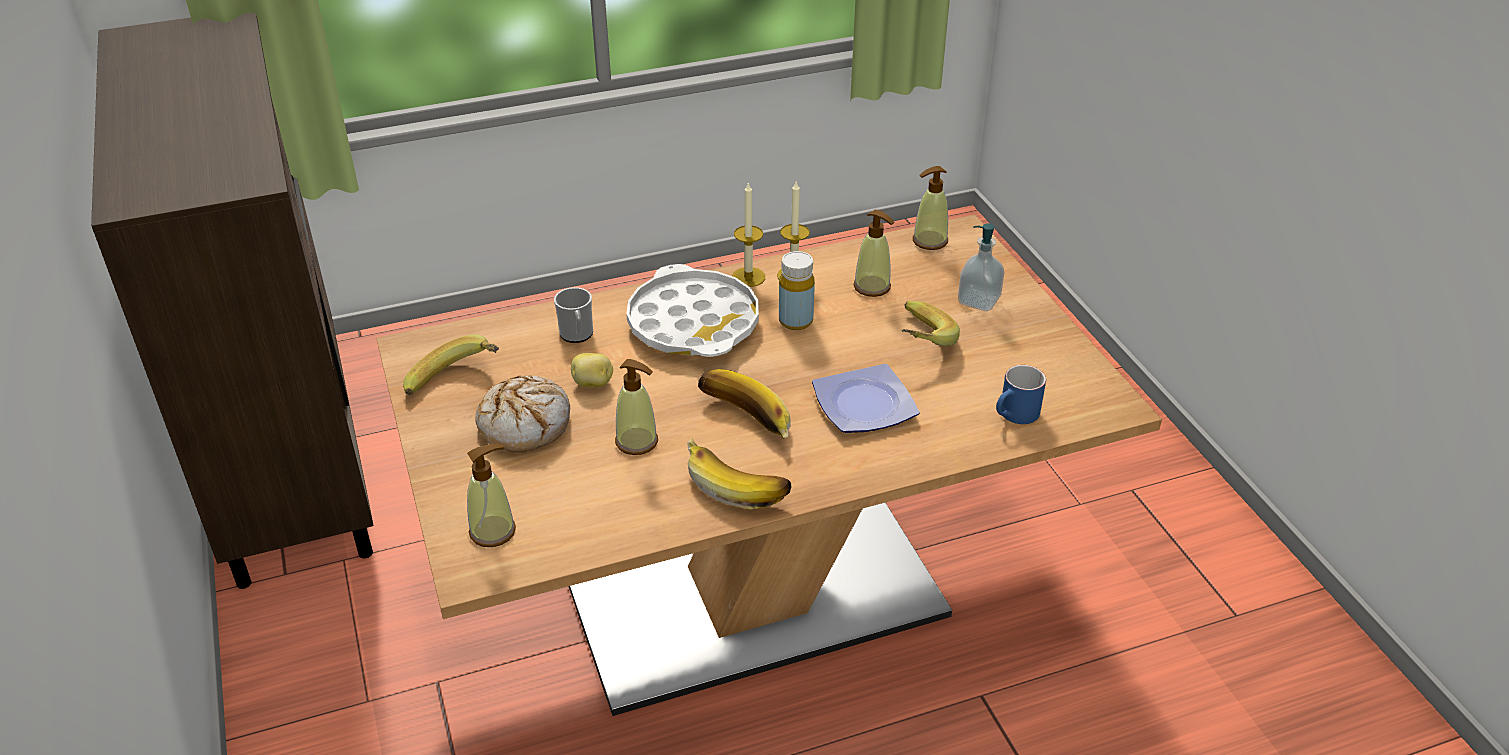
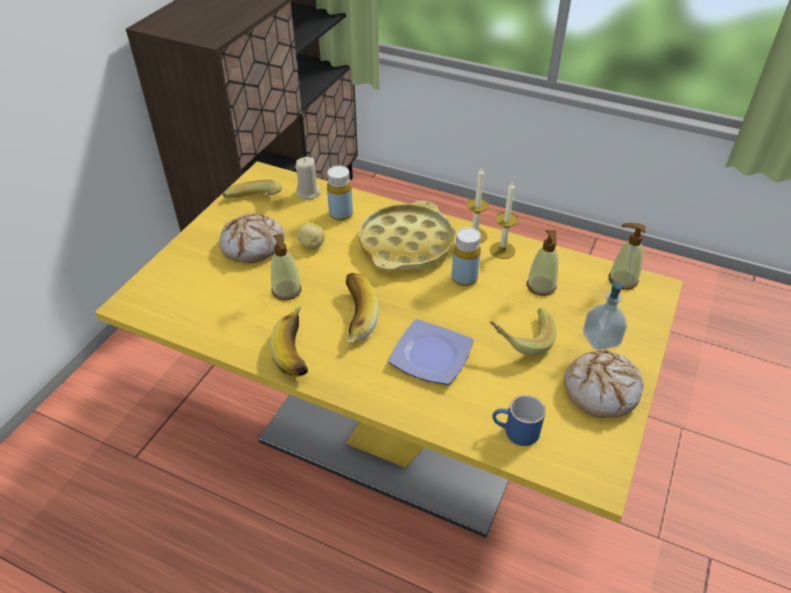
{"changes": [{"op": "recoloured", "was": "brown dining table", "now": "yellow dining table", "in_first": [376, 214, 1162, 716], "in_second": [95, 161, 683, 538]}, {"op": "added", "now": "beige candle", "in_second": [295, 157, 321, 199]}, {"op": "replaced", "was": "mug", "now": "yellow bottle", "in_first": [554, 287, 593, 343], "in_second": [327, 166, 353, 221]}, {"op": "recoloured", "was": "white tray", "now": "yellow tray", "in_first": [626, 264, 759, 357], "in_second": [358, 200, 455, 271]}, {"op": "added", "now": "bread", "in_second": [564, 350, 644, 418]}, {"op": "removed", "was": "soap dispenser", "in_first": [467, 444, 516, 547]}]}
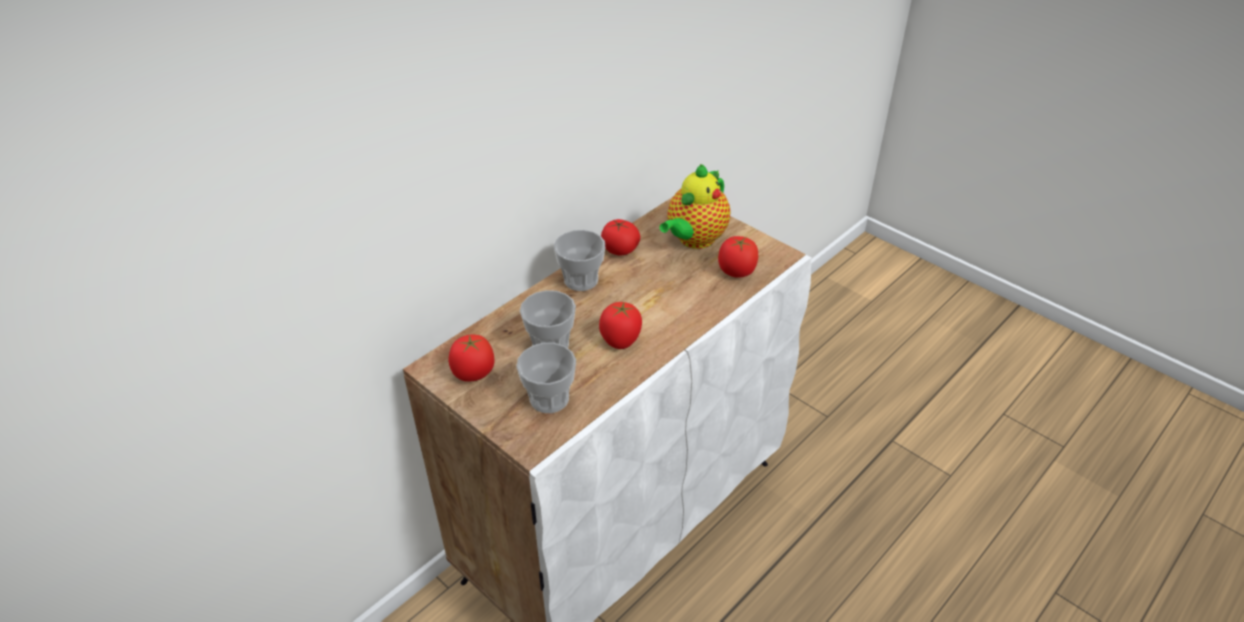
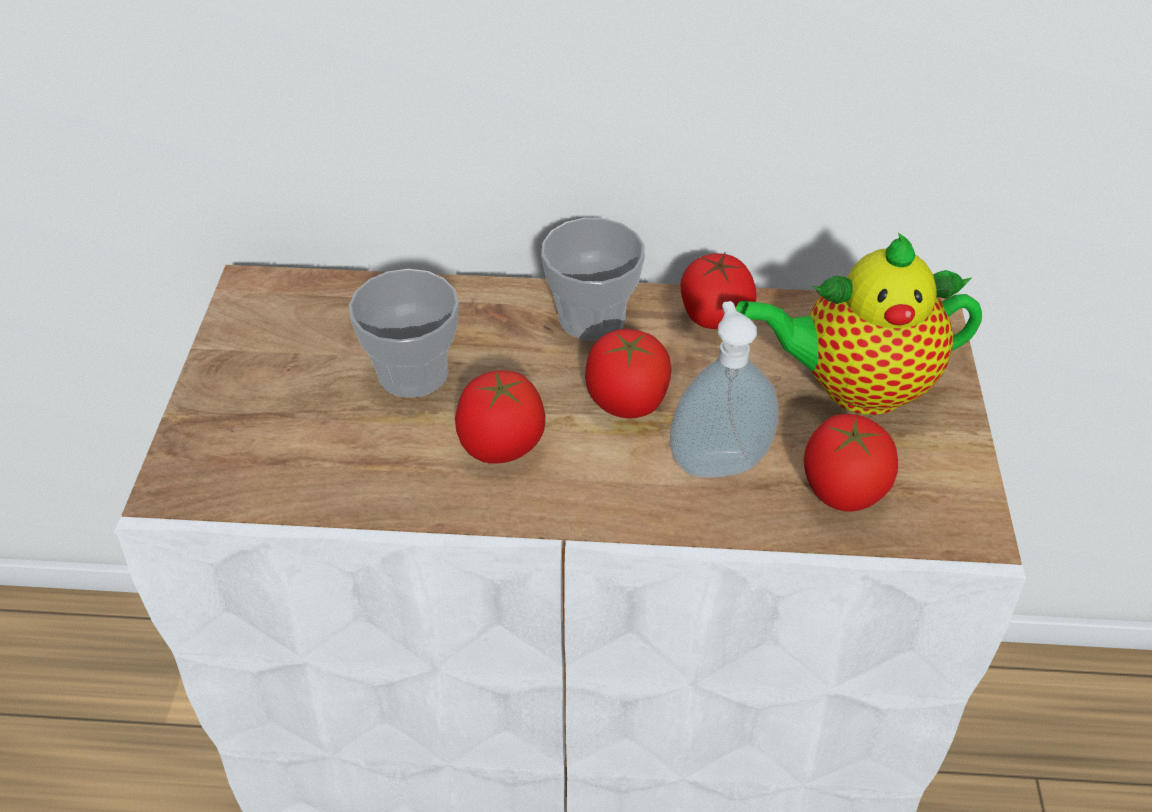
{"changes": [{"op": "moved", "was": "tomato", "in_first": [448, 335, 494, 382], "in_second": [585, 329, 672, 419]}, {"op": "added", "now": "soap dispenser", "in_second": [670, 301, 779, 478]}, {"op": "removed", "was": "cup", "in_first": [517, 343, 576, 413]}]}
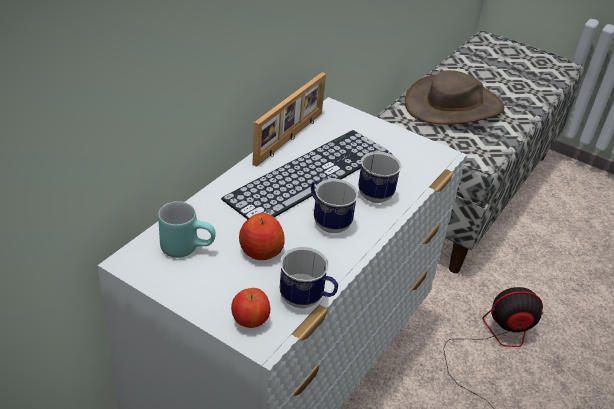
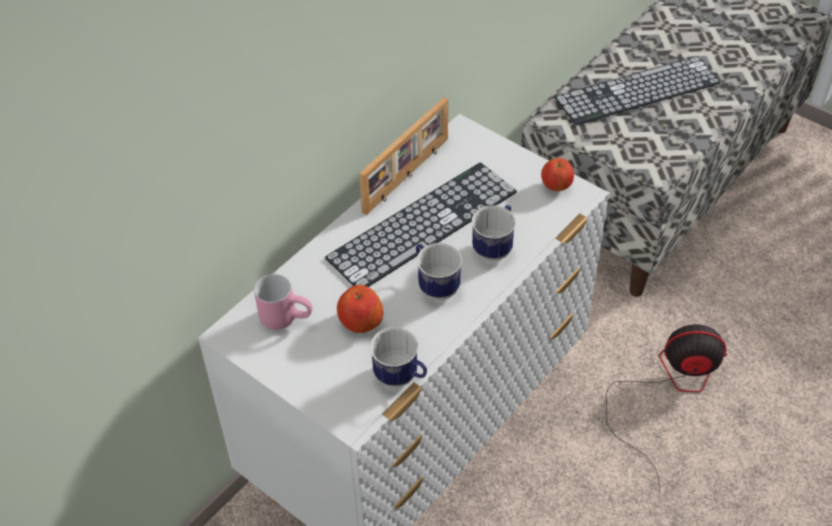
{"changes": [{"op": "recoloured", "was": "turquoise mug", "now": "pink mug", "in_first": [158, 201, 216, 258], "in_second": [254, 274, 312, 330]}, {"op": "moved", "was": "apple", "in_first": [231, 288, 270, 328], "in_second": [541, 158, 574, 191]}, {"op": "replaced", "was": "brown hat", "now": "keyboard", "in_first": [405, 70, 504, 125], "in_second": [555, 56, 720, 125]}]}
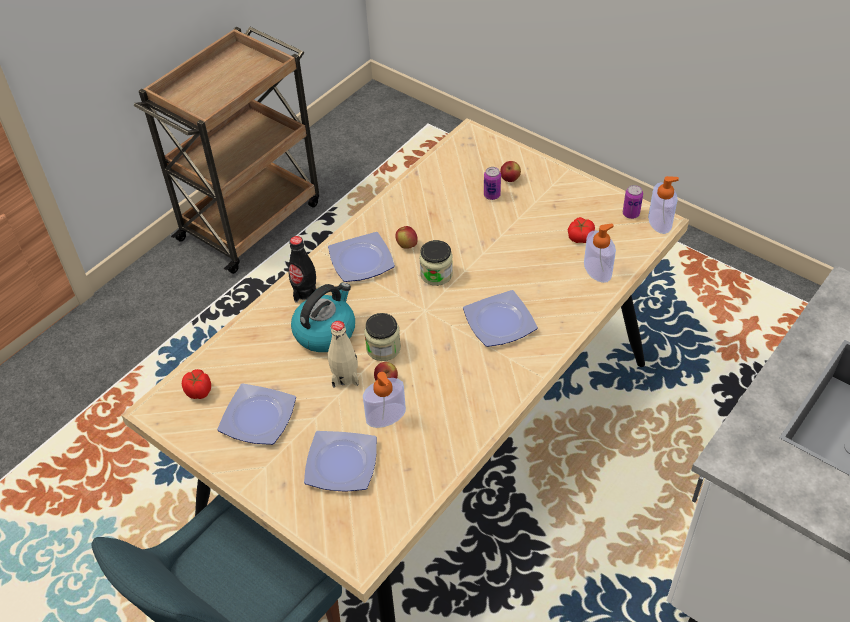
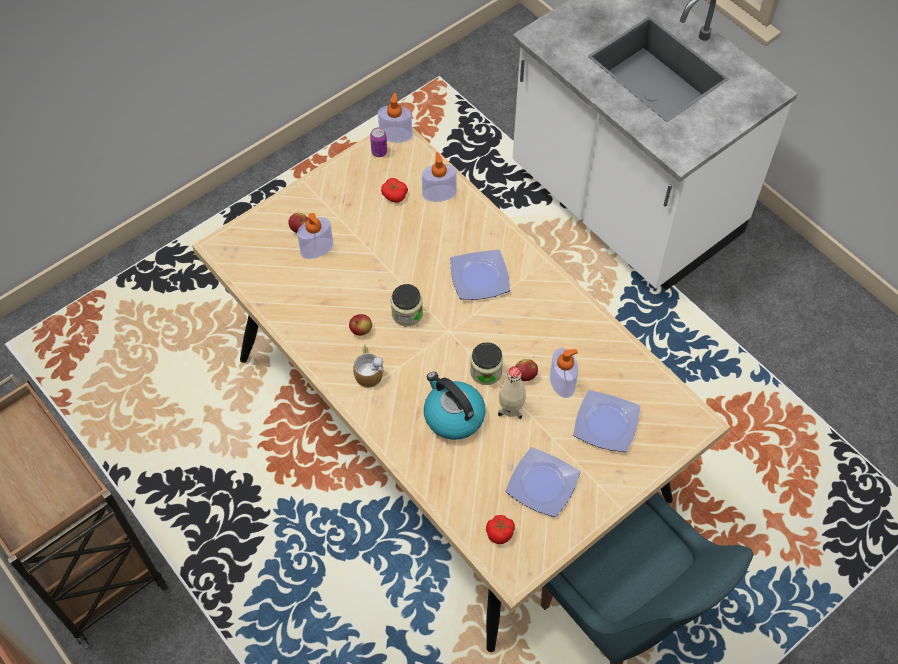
{"changes": [{"op": "replaced", "was": "can", "now": "soap dispenser", "in_first": [484, 167, 501, 200], "in_second": [297, 213, 333, 259]}, {"op": "replaced", "was": "plate", "now": "mug", "in_first": [328, 232, 395, 282], "in_second": [353, 345, 384, 388]}, {"op": "removed", "was": "black bottle", "in_first": [288, 236, 316, 302]}]}
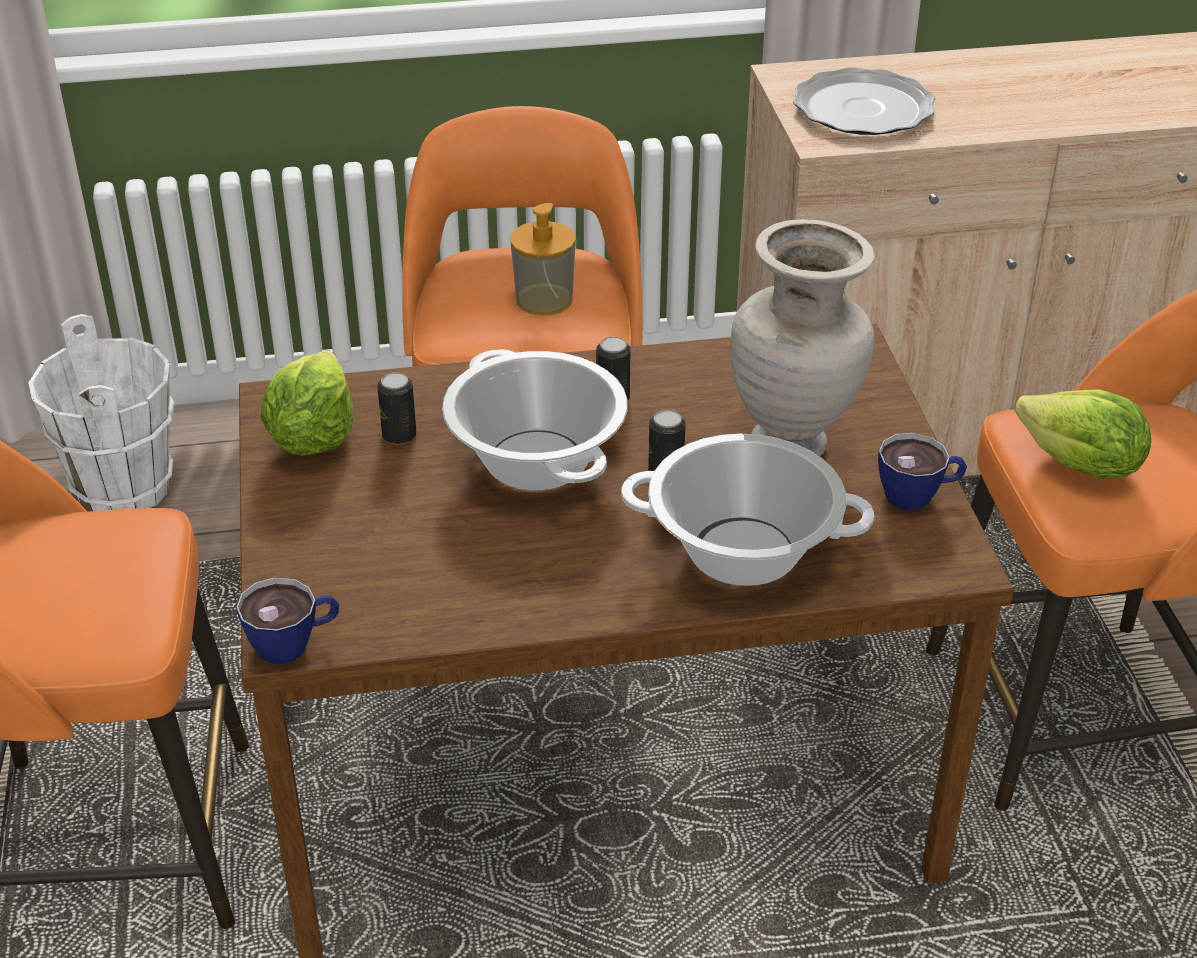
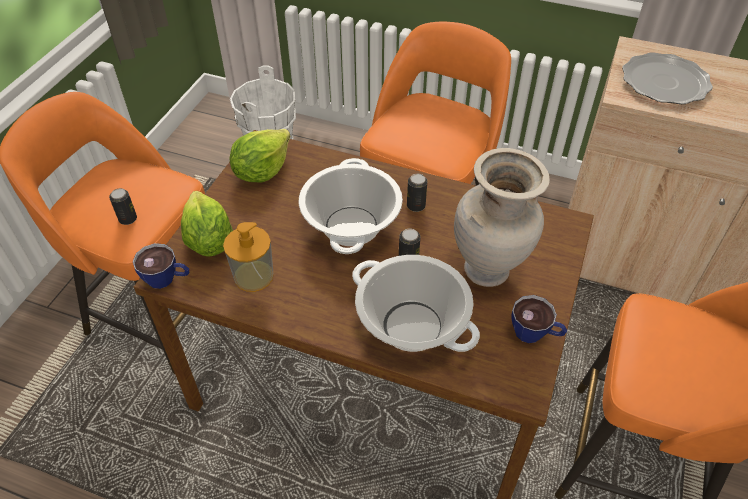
{"changes": [{"op": "moved", "was": "can", "in_first": [377, 372, 416, 445], "in_second": [109, 188, 137, 225]}, {"op": "moved", "was": "lettuce", "in_first": [1015, 389, 1151, 478], "in_second": [181, 191, 233, 257]}, {"op": "moved", "was": "soap dispenser", "in_first": [510, 203, 576, 316], "in_second": [223, 222, 274, 292]}]}
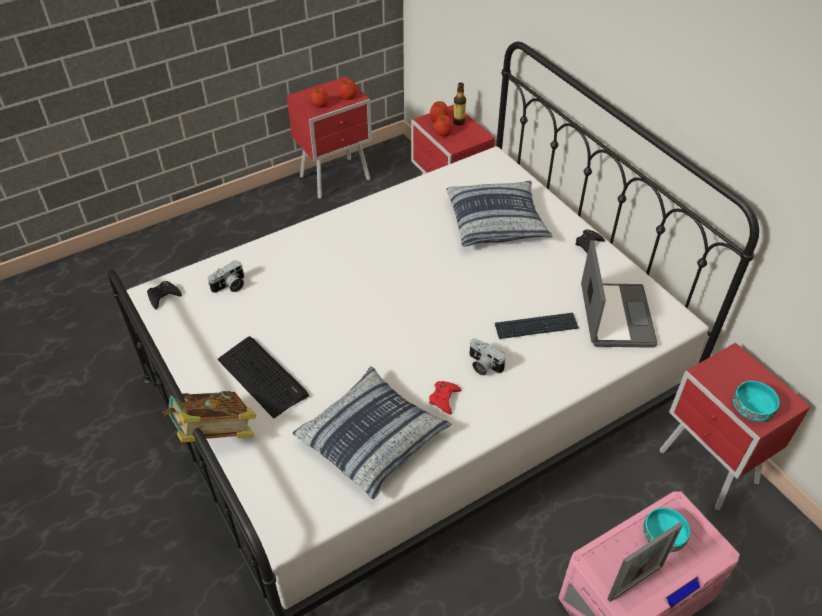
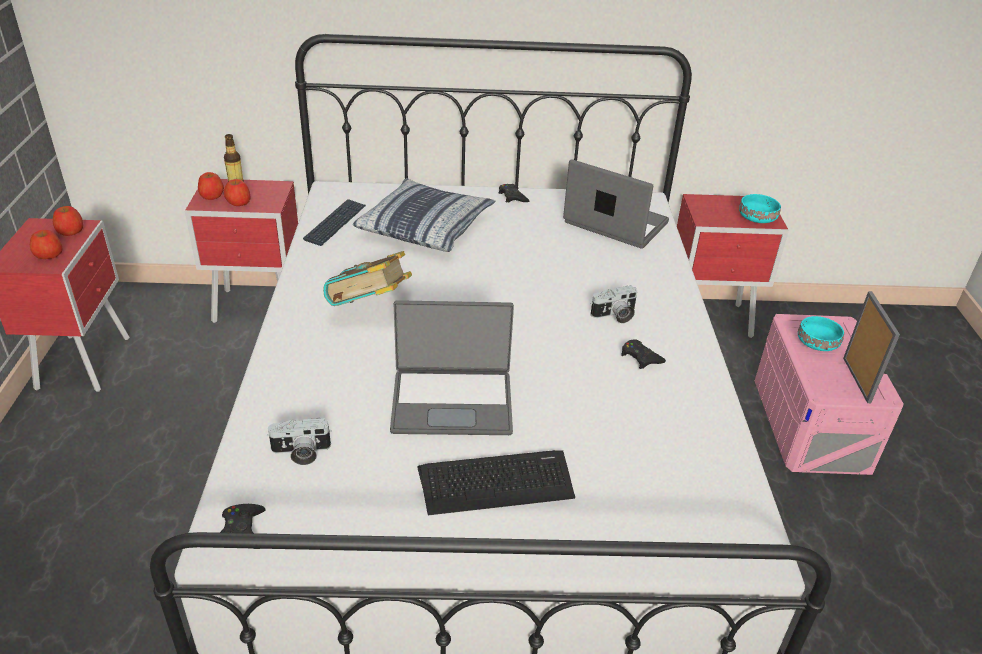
{"changes": [{"op": "turned", "was": "photo camera", "in_first": [208, 260, 244, 293], "in_second": [266, 418, 332, 465], "clockwise": 90}, {"op": "moved", "was": "keyboard", "in_first": [495, 313, 579, 339], "in_second": [303, 199, 366, 246]}, {"op": "moved", "was": "book", "in_first": [162, 391, 256, 443], "in_second": [323, 251, 412, 306]}, {"op": "added", "now": "laptop", "in_second": [390, 300, 514, 435]}, {"op": "recoloured", "was": "red game controller", "now": "black game controller", "in_first": [429, 381, 461, 414], "in_second": [621, 339, 666, 369]}, {"op": "removed", "was": "pillow", "in_first": [292, 366, 451, 499]}]}
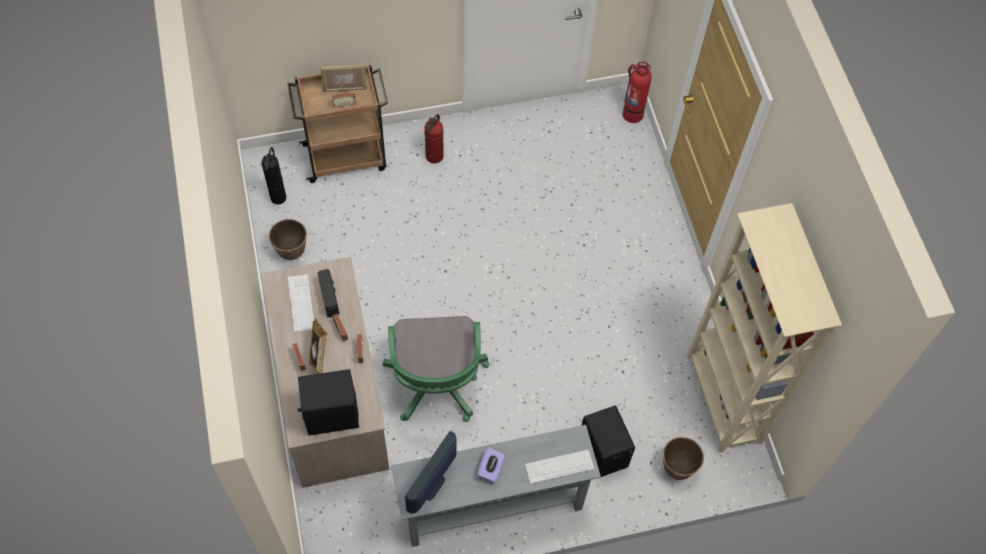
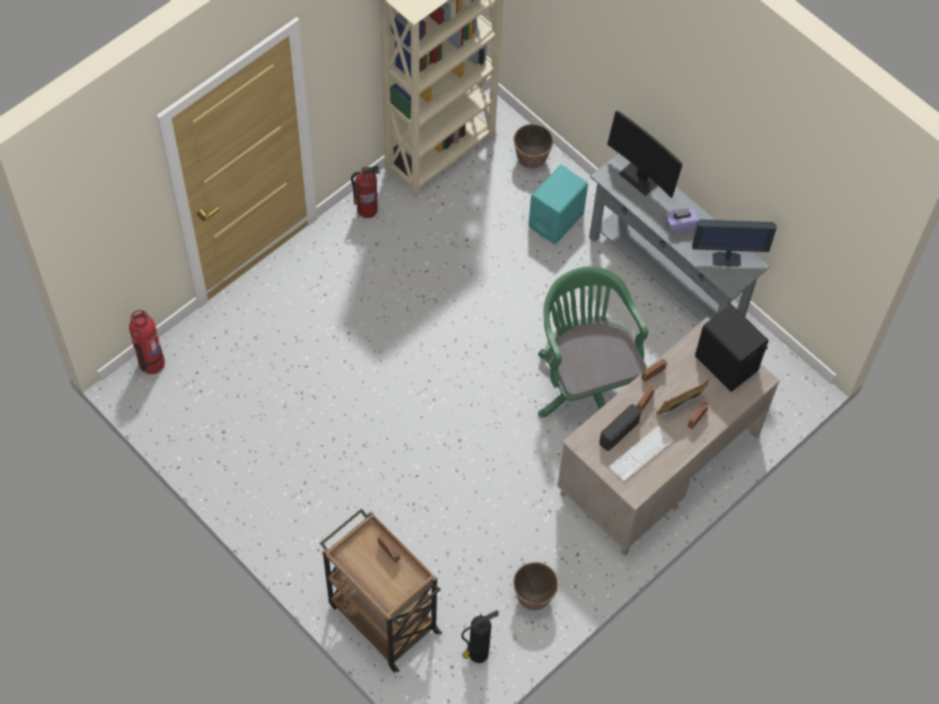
{"changes": [{"op": "moved", "was": "fire extinguisher", "in_first": [424, 114, 444, 163], "in_second": [351, 166, 380, 218]}, {"op": "recoloured", "was": "black speaker", "now": "turquoise speaker", "in_first": [582, 405, 635, 477], "in_second": [528, 165, 588, 244]}, {"op": "turned", "was": "green office chair", "in_first": [382, 316, 489, 422], "in_second": [538, 266, 648, 418], "clockwise": -75}, {"op": "replaced", "was": "keyboard", "now": "monitor", "in_first": [525, 450, 594, 484], "in_second": [607, 111, 683, 198]}, {"op": "removed", "was": "picture frame", "in_first": [320, 64, 367, 92]}]}
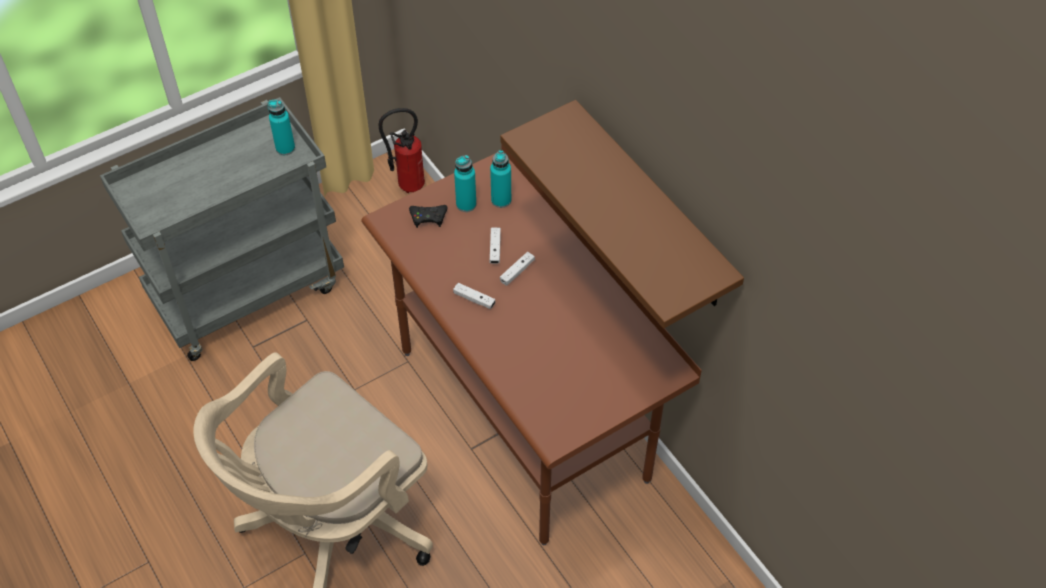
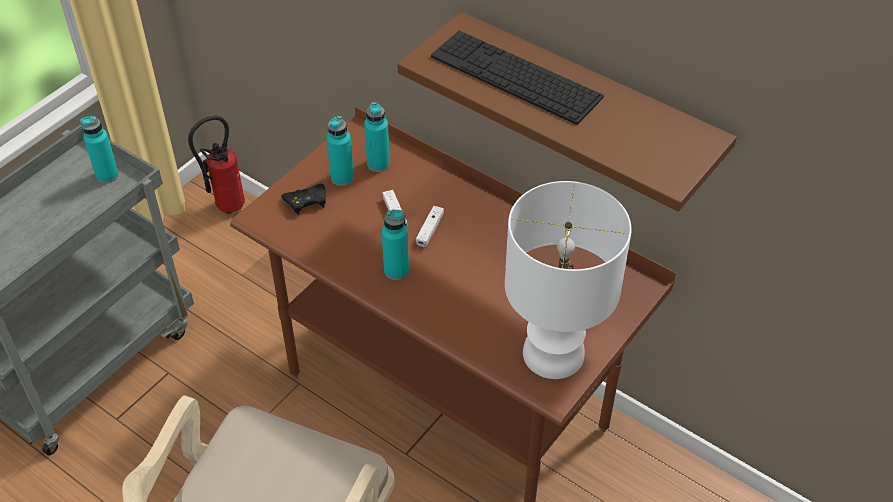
{"changes": [{"op": "replaced", "was": "white game controller", "now": "turquoise bottle", "in_first": [453, 283, 495, 309], "in_second": [382, 210, 409, 280]}, {"op": "added", "now": "keyboard", "in_second": [431, 31, 604, 125]}, {"op": "added", "now": "white table lamp", "in_second": [505, 181, 632, 379]}]}
